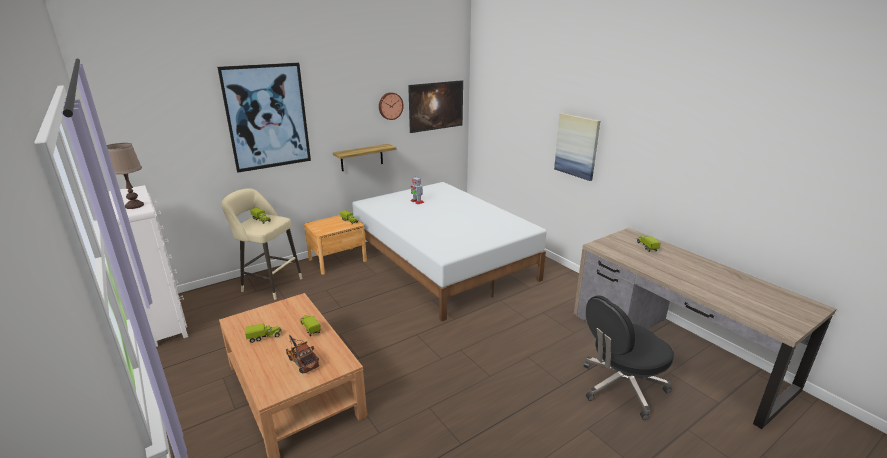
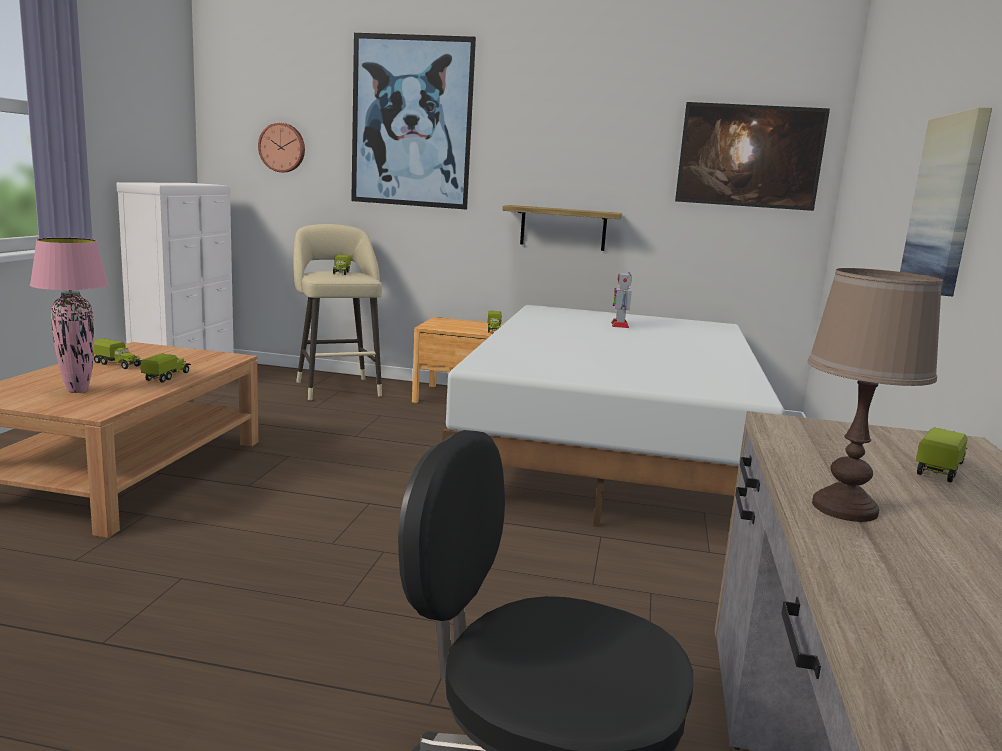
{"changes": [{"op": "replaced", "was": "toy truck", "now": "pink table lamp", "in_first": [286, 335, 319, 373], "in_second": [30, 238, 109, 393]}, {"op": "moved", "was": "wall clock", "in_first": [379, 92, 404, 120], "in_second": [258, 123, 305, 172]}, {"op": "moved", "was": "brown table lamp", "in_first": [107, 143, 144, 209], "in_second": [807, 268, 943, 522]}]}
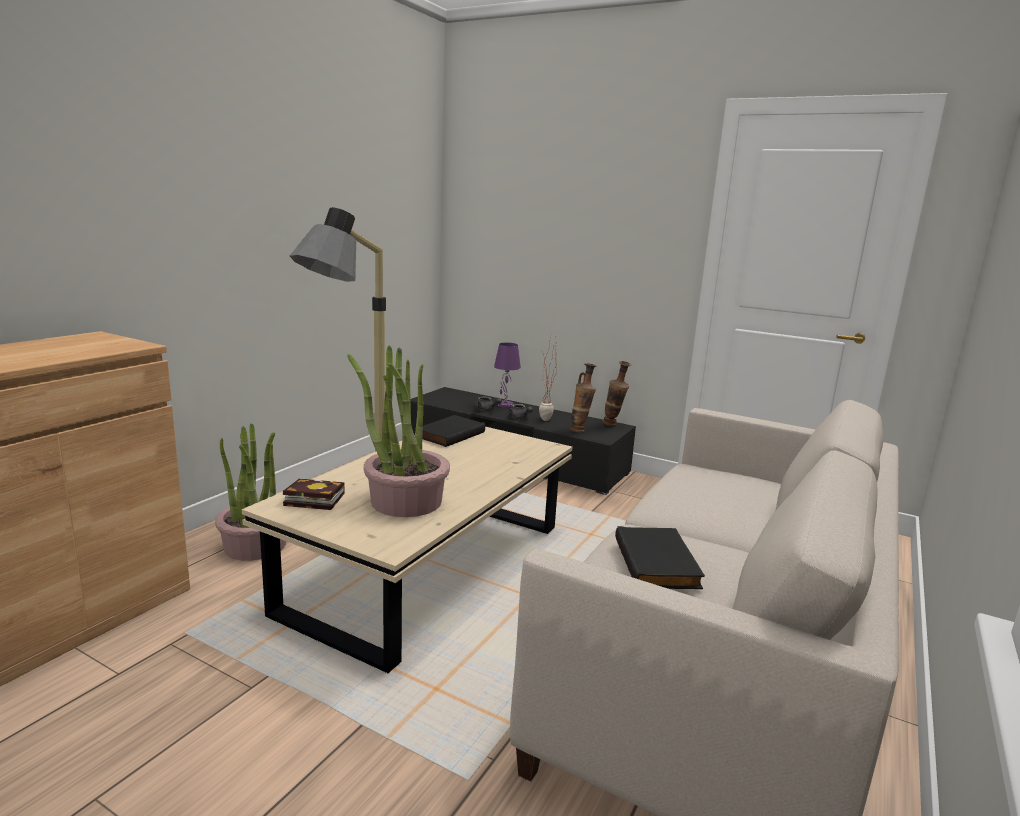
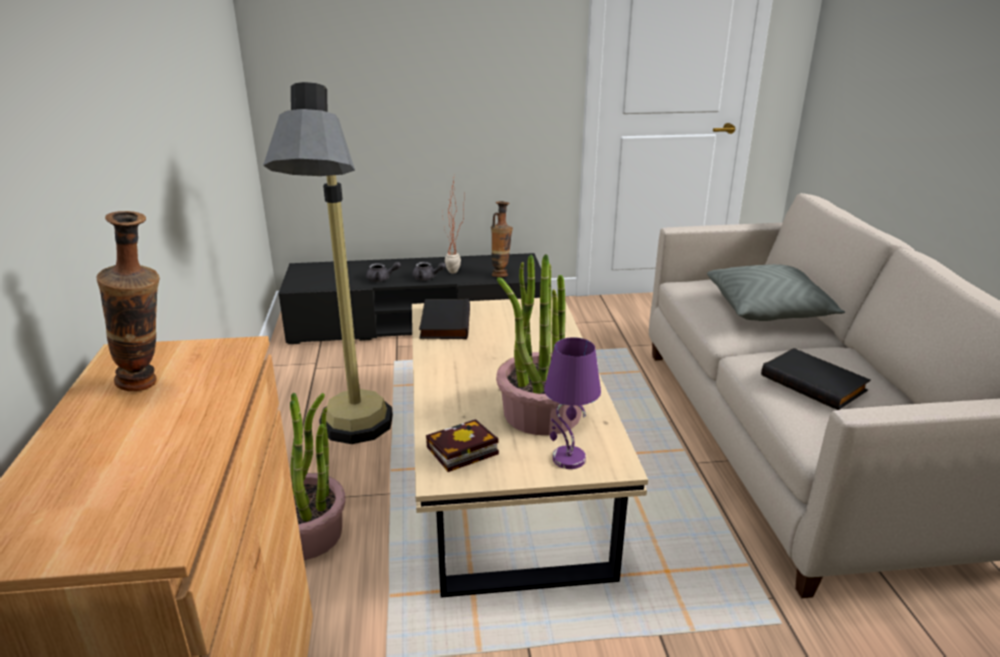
{"changes": [{"op": "moved", "was": "vase", "in_first": [602, 361, 632, 426], "in_second": [97, 211, 160, 391]}, {"op": "moved", "was": "purple table lamp", "in_first": [494, 343, 521, 408], "in_second": [544, 337, 601, 469]}, {"op": "added", "now": "grey pillow", "in_second": [707, 264, 845, 321]}]}
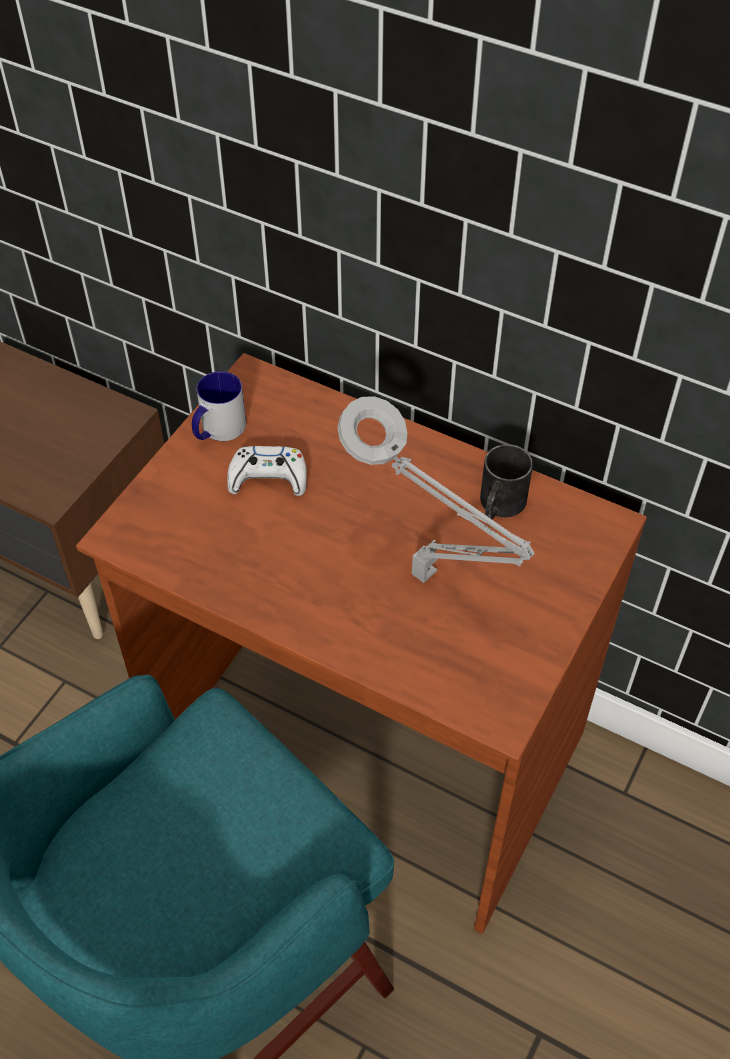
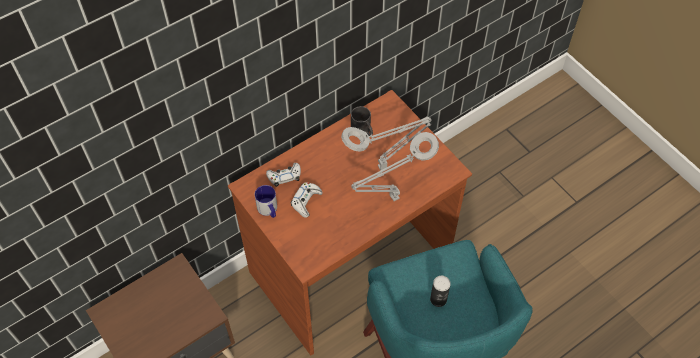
{"changes": [{"op": "added", "now": "white game controller", "in_second": [266, 163, 301, 187]}, {"op": "added", "now": "grey table lamp", "in_second": [351, 132, 439, 201]}, {"op": "added", "now": "can", "in_second": [430, 276, 451, 307]}]}
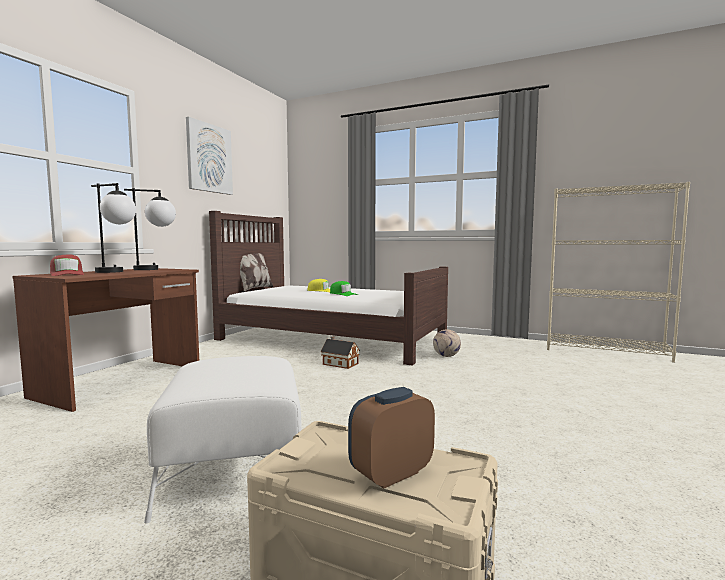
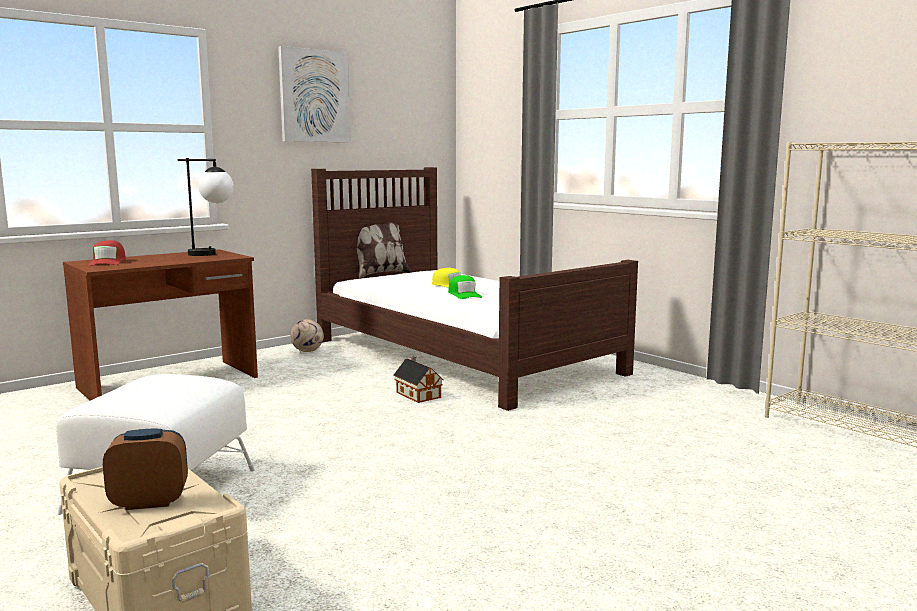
{"changes": [{"op": "moved", "was": "football", "in_first": [433, 329, 461, 357], "in_second": [290, 319, 324, 352]}, {"op": "removed", "was": "table lamp", "in_first": [91, 183, 136, 273]}]}
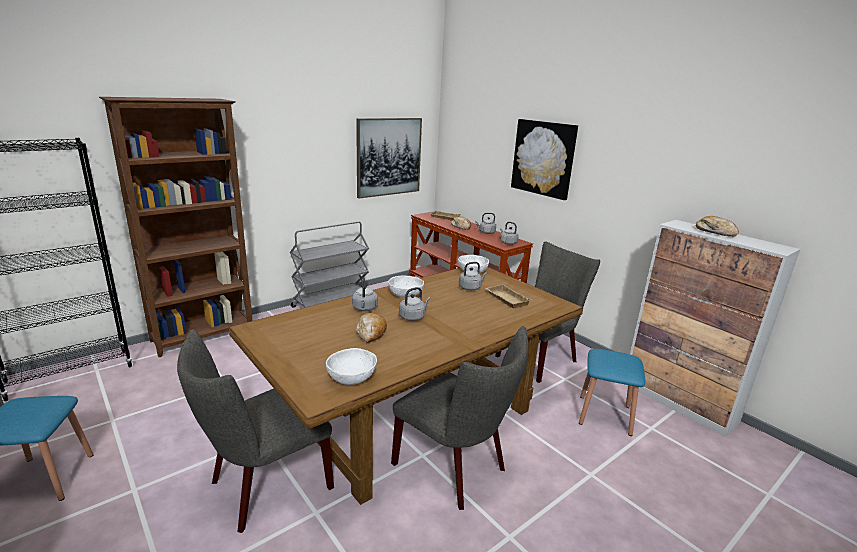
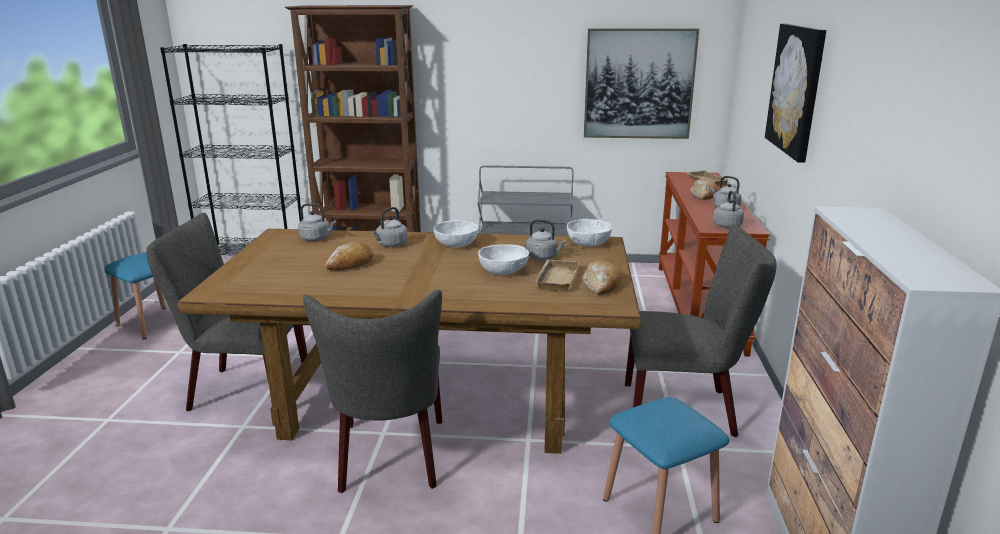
{"changes": [{"op": "moved", "was": "grey kettle", "in_first": [399, 287, 430, 321], "in_second": [298, 203, 336, 241]}, {"op": "moved", "was": "white bowl", "in_first": [326, 348, 377, 385], "in_second": [478, 244, 529, 275]}, {"op": "moved", "was": "bread", "in_first": [696, 216, 739, 236], "in_second": [583, 261, 621, 295]}]}
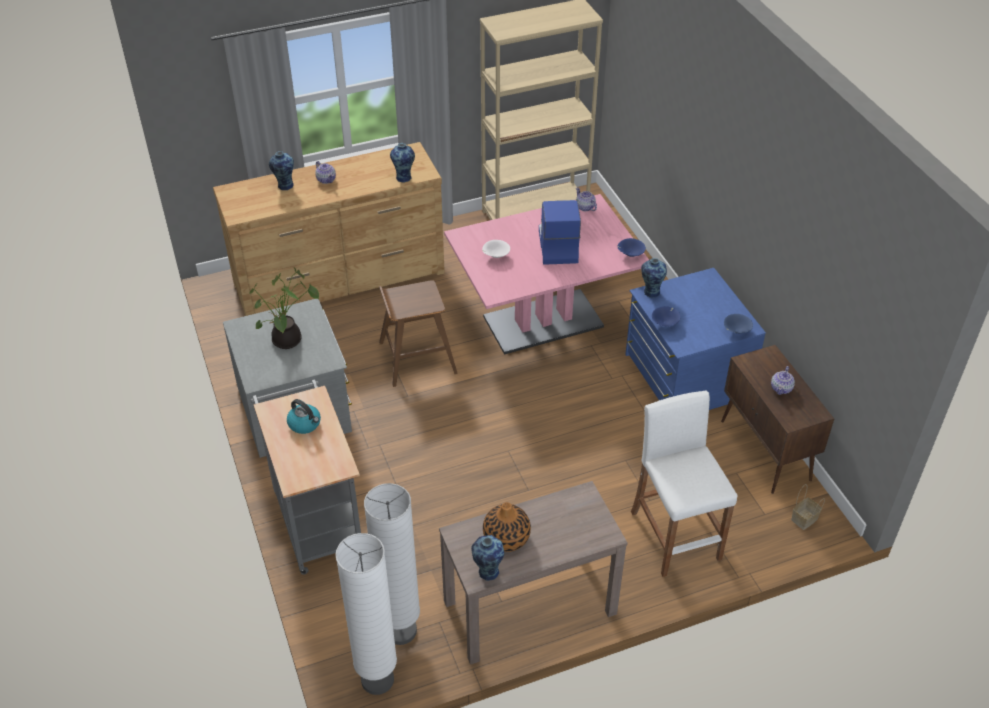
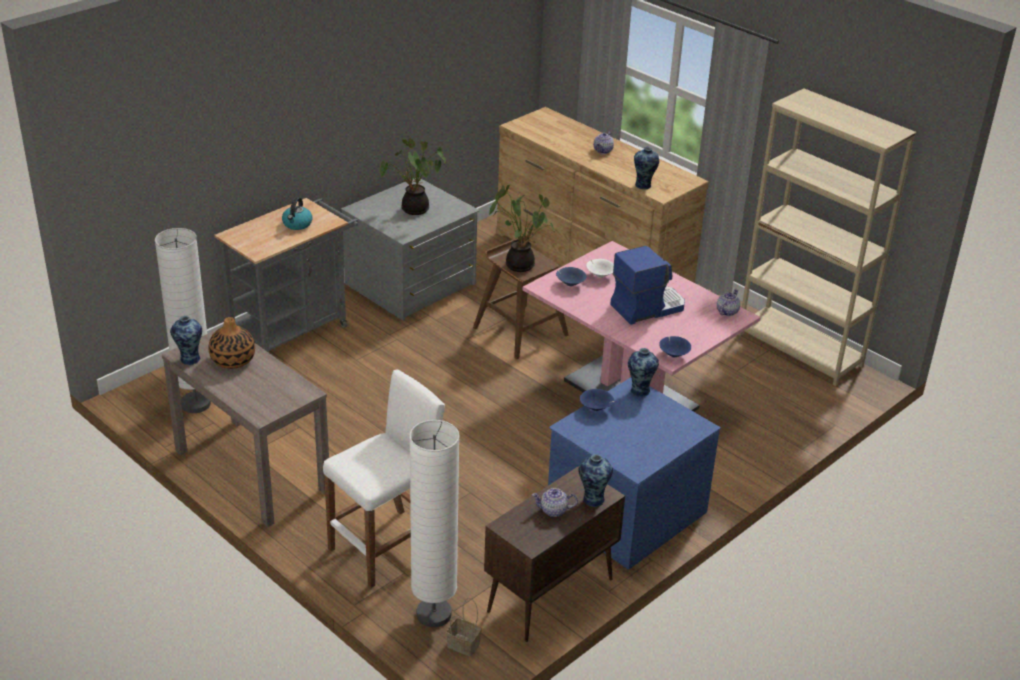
{"changes": [{"op": "moved", "was": "white floor lamp", "in_first": [335, 533, 397, 695], "in_second": [409, 420, 460, 627]}, {"op": "added", "now": "potted plant", "in_second": [489, 185, 554, 272]}, {"op": "moved", "was": "blue bowl", "in_first": [724, 314, 753, 333], "in_second": [556, 267, 587, 287]}, {"op": "moved", "was": "vase", "in_first": [269, 151, 294, 190], "in_second": [578, 454, 613, 507]}]}
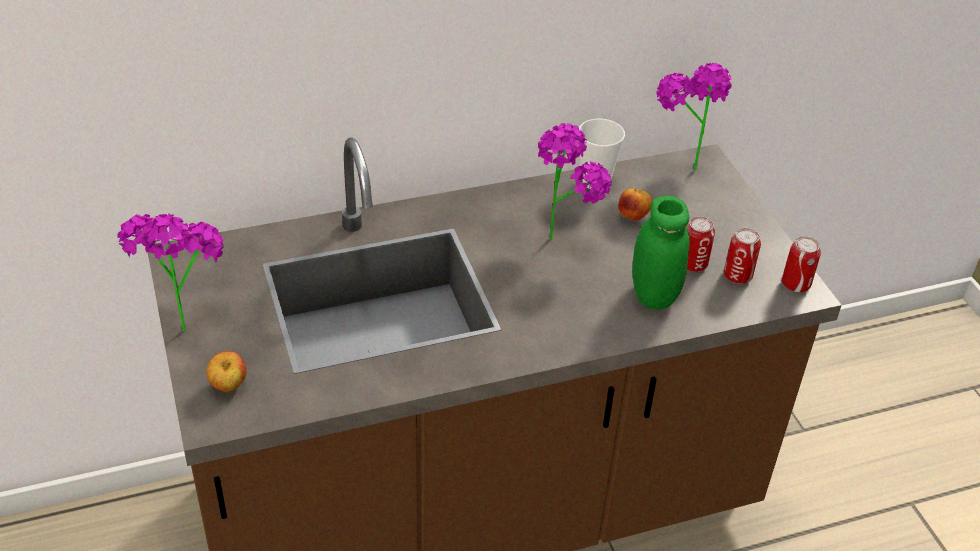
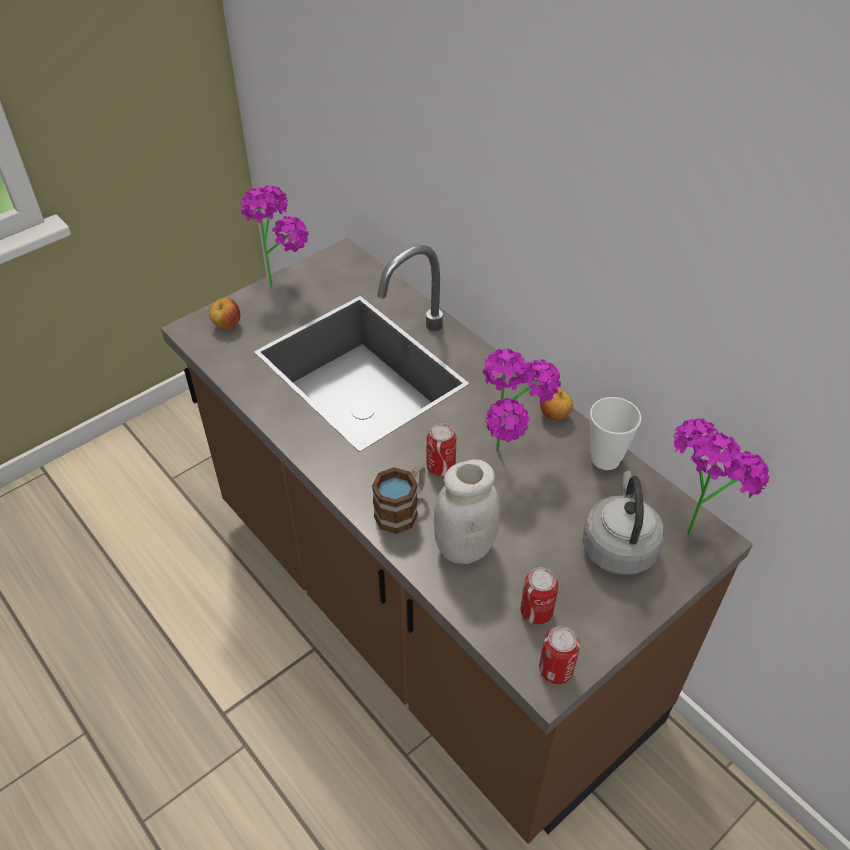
{"changes": [{"op": "added", "now": "mug", "in_second": [372, 464, 425, 534]}, {"op": "moved", "was": "can", "in_first": [686, 216, 715, 272], "in_second": [427, 423, 456, 476]}, {"op": "recoloured", "was": "green jar", "now": "white jar", "in_first": [632, 196, 690, 310], "in_second": [434, 459, 500, 564]}, {"op": "moved", "was": "apple", "in_first": [618, 189, 652, 221], "in_second": [540, 388, 573, 420]}, {"op": "added", "now": "grey kettle", "in_second": [582, 471, 664, 575]}]}
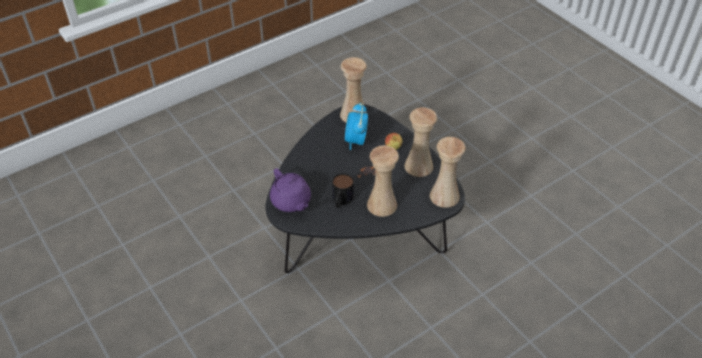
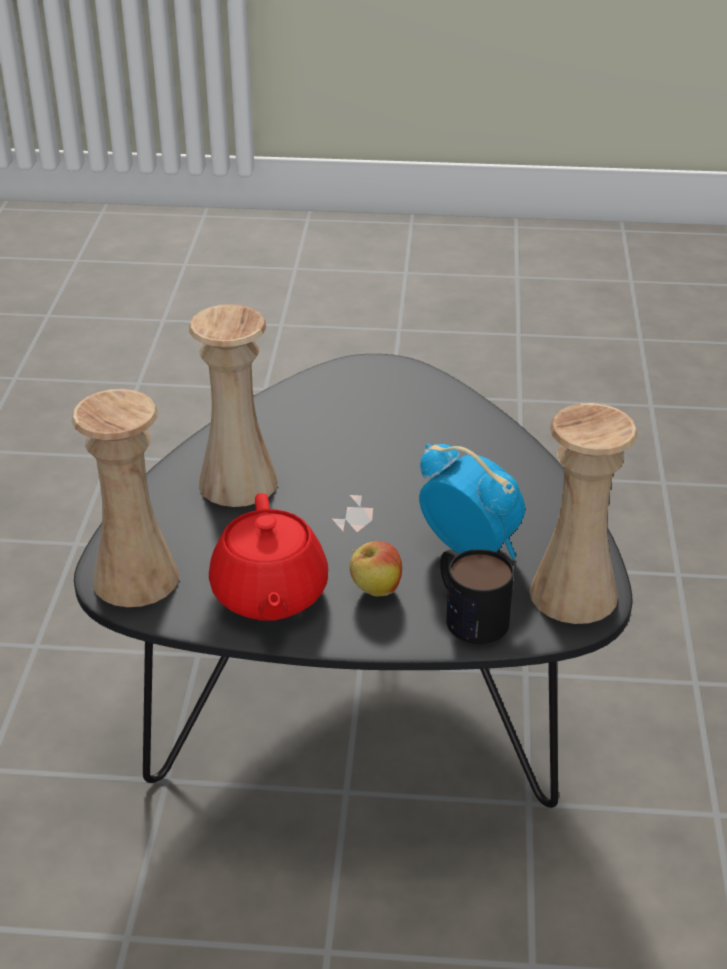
{"changes": [{"op": "replaced", "was": "beige vase", "now": "red teapot", "in_first": [404, 107, 437, 177], "in_second": [209, 493, 328, 621]}, {"op": "moved", "was": "mug", "in_first": [332, 173, 354, 208], "in_second": [440, 549, 514, 644]}, {"op": "removed", "was": "purple teapot", "in_first": [270, 168, 311, 212]}]}
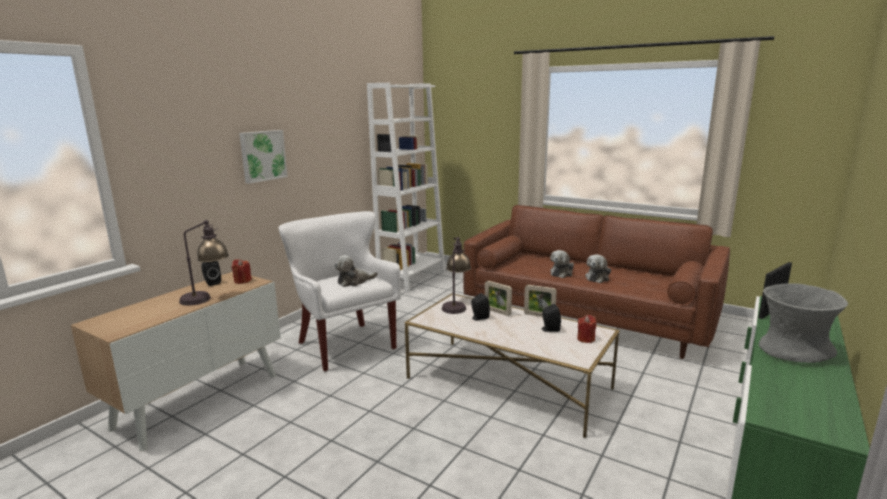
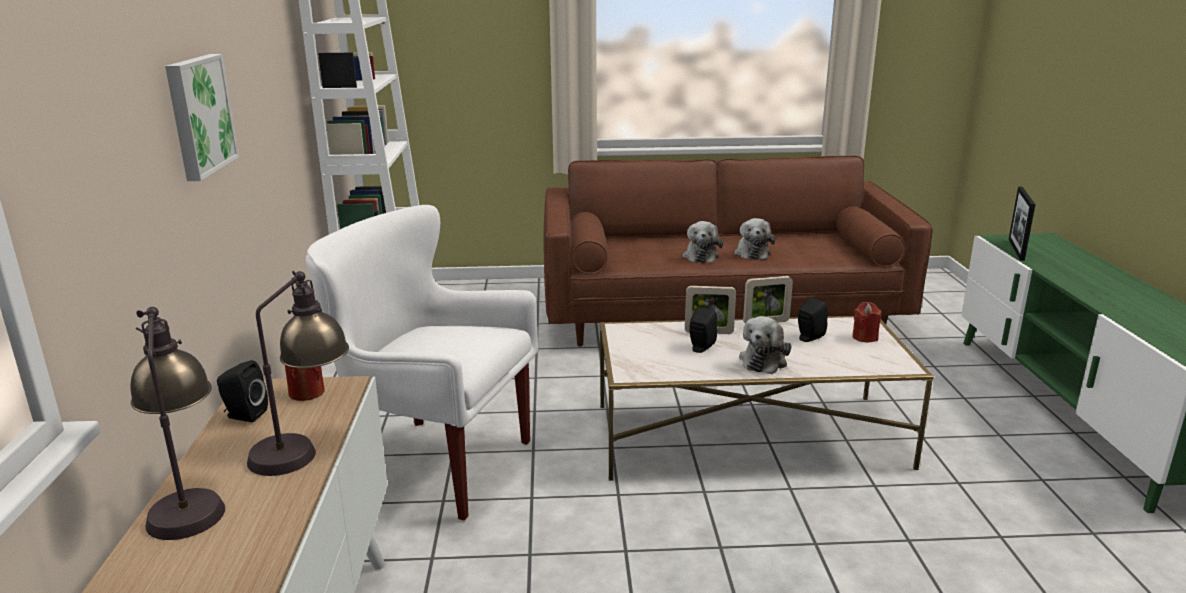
{"changes": [{"op": "moved", "was": "table lamp", "in_first": [442, 237, 471, 314], "in_second": [130, 307, 225, 540]}, {"op": "moved", "was": "plush toy", "in_first": [334, 255, 378, 287], "in_second": [739, 316, 792, 374]}, {"op": "removed", "was": "grey vase", "in_first": [759, 283, 848, 363]}]}
